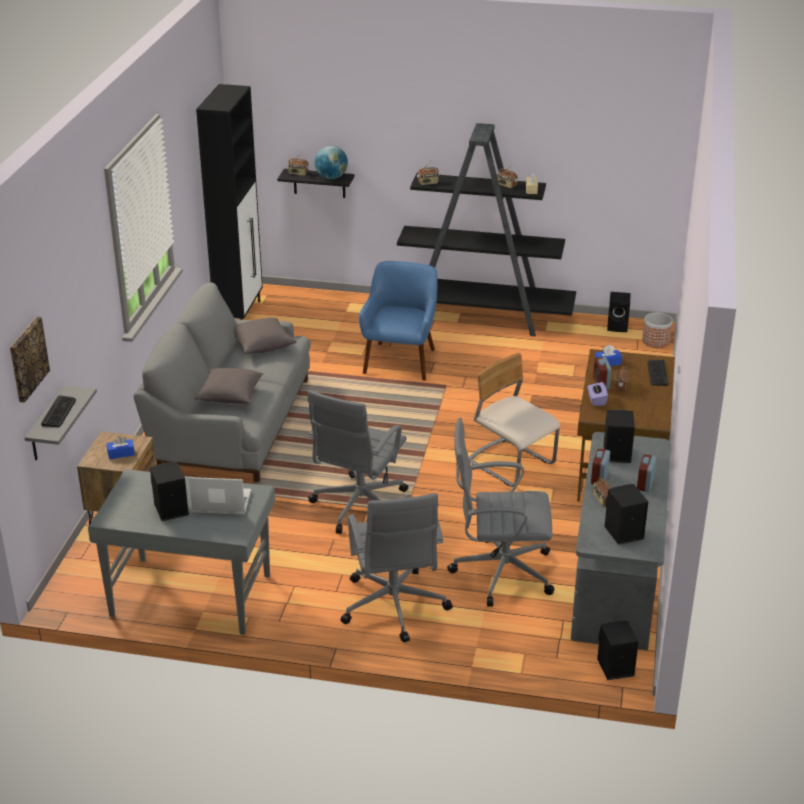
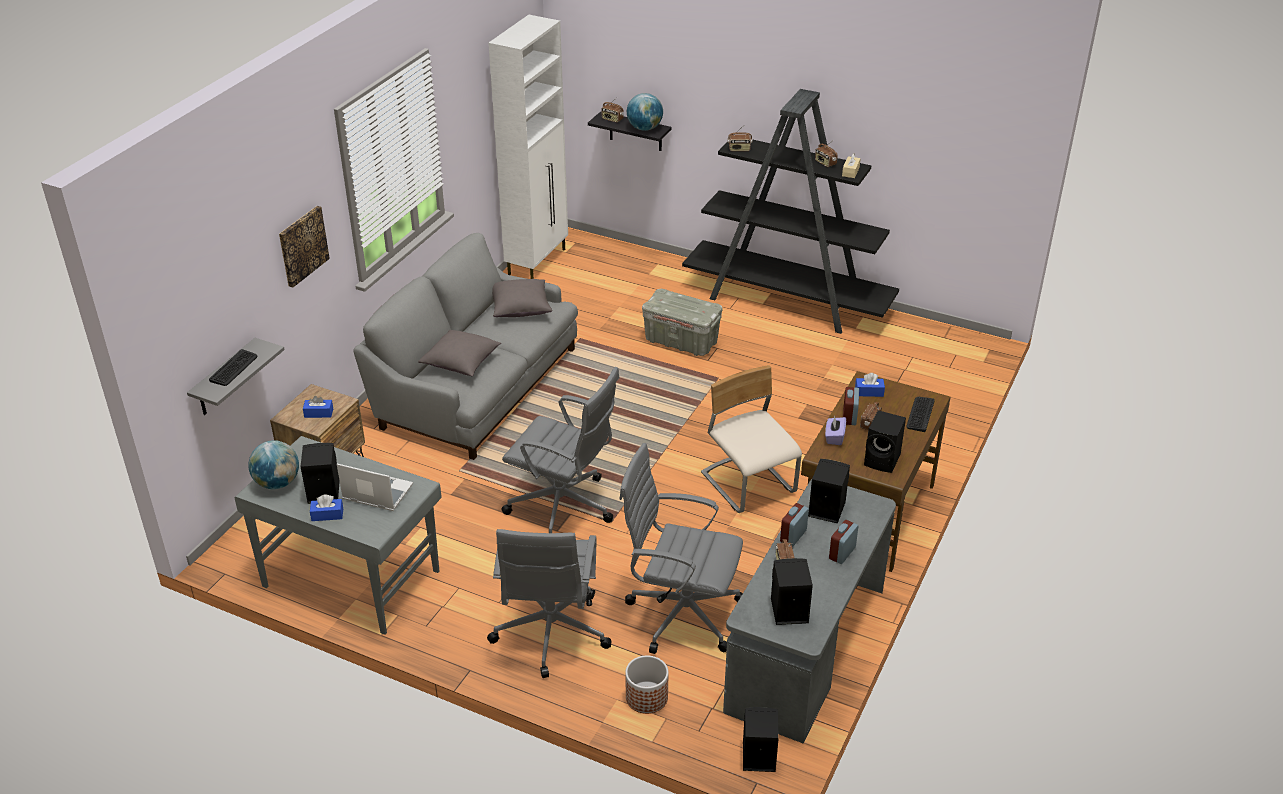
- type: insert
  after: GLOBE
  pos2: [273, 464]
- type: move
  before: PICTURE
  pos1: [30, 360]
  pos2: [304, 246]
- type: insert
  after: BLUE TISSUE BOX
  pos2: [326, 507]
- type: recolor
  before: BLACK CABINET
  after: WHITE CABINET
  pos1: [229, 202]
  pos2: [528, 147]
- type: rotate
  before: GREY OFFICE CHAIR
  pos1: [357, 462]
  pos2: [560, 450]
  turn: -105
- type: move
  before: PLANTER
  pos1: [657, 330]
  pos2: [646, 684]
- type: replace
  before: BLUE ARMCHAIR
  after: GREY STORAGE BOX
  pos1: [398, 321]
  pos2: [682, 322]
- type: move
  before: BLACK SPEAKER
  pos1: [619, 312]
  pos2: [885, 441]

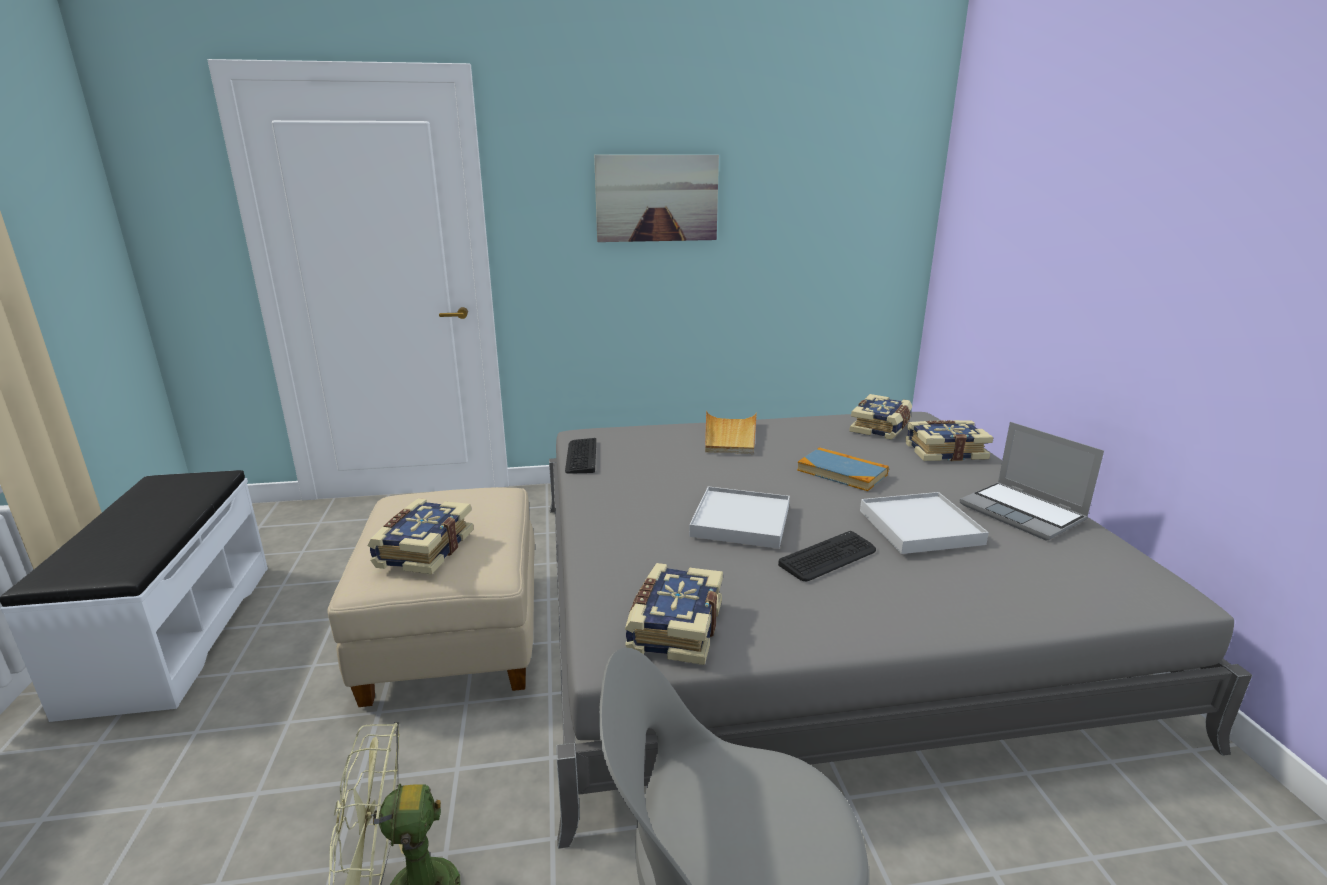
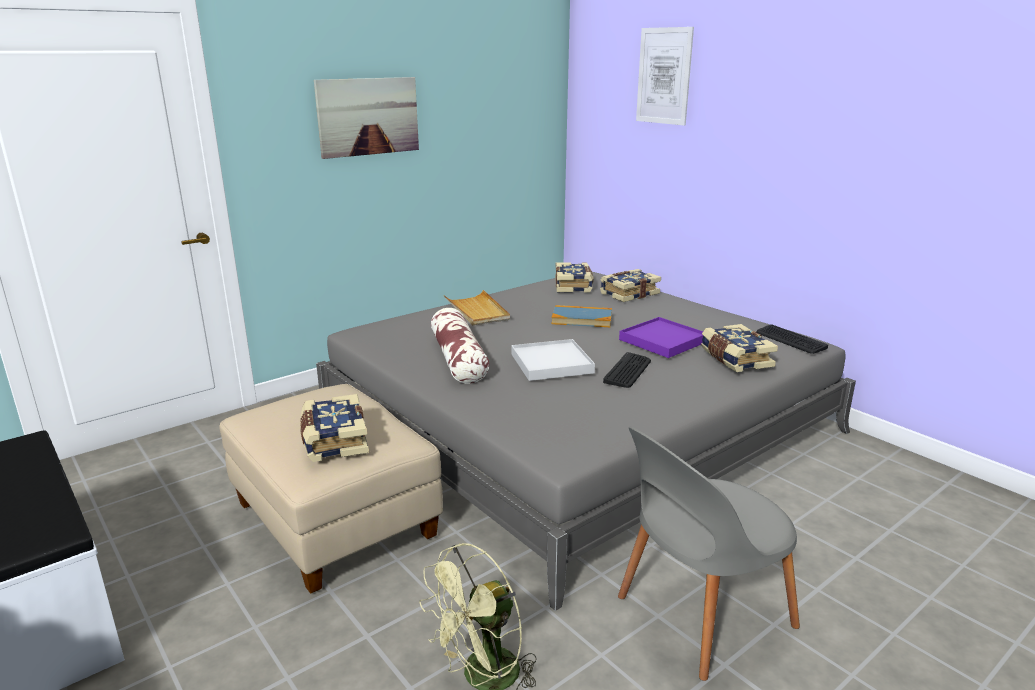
- type: insert
  after: PILLOW
  pos2: [460, 345]
- type: recolor
  before: WHITE TRAY
  after: PURPLE TRAY
  pos1: [924, 523]
  pos2: [661, 337]
- type: insert
  after: PICTURE
  pos2: [665, 76]
- type: move
  before: BOOK
  pos1: [674, 614]
  pos2: [739, 348]
- type: move
  before: KEYBOARD
  pos1: [580, 456]
  pos2: [792, 339]
- type: delete
  before: LAPTOP
  pos1: [1031, 481]

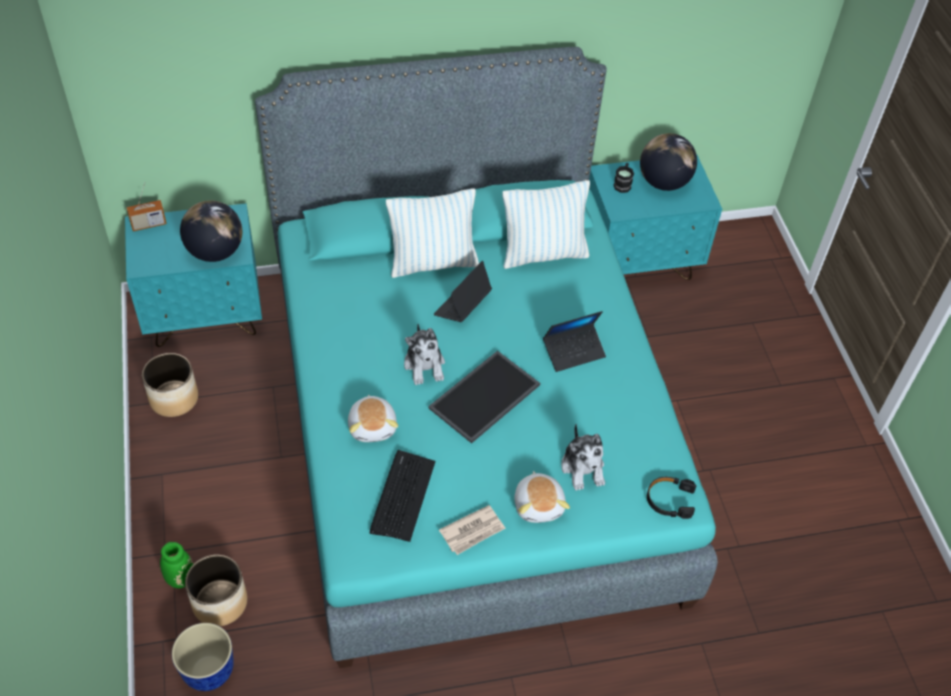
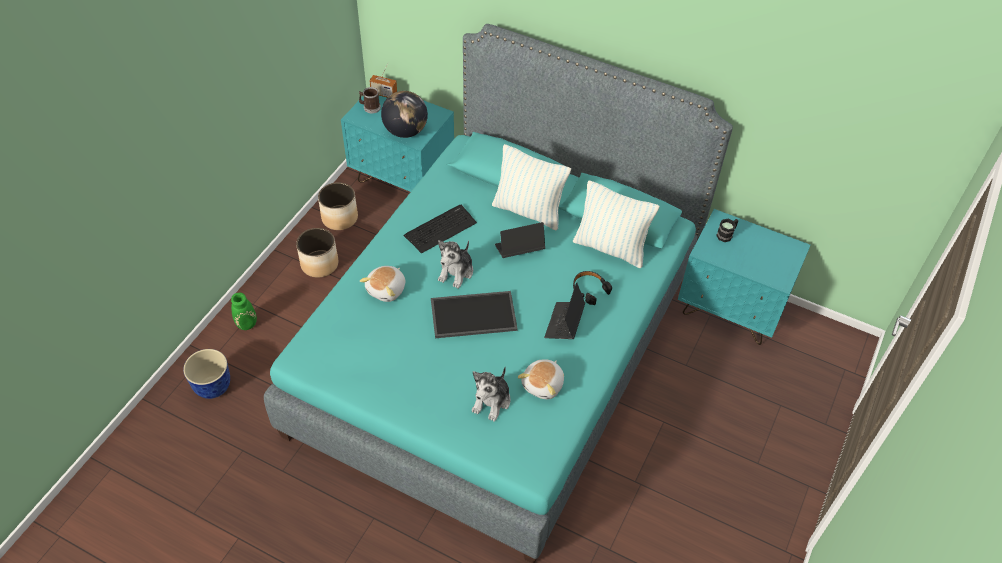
- type: move
  before: PLANTER
  pos1: [216, 590]
  pos2: [317, 253]
- type: insert
  after: MUG
  pos2: [370, 100]
- type: move
  before: KEYBOARD
  pos1: [402, 496]
  pos2: [440, 229]
- type: move
  before: PLUSH TOY
  pos1: [542, 497]
  pos2: [541, 379]
- type: rotate
  before: LAPTOP
  pos1: [574, 341]
  pos2: [564, 310]
  turn: 90
- type: move
  before: BLACK HEADPHONES
  pos1: [671, 498]
  pos2: [592, 288]
- type: delete
  before: NEWSPAPER
  pos1: [472, 530]
- type: delete
  before: GLOBE
  pos1: [668, 162]

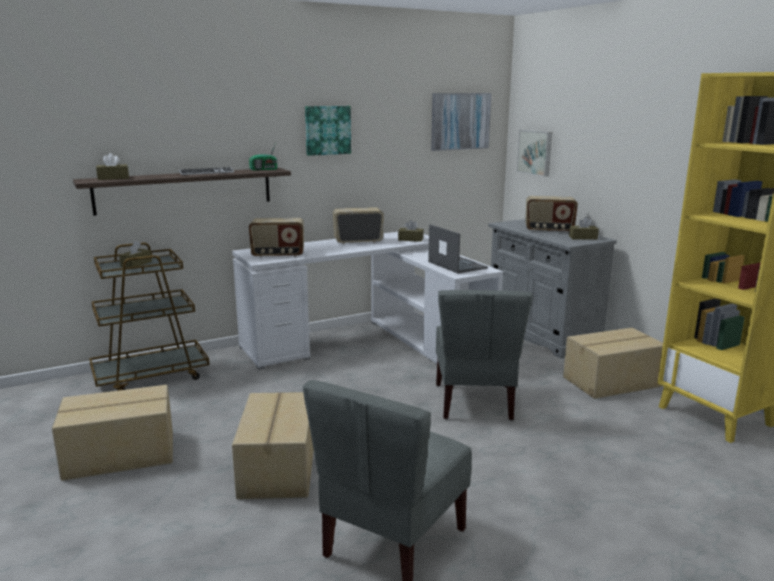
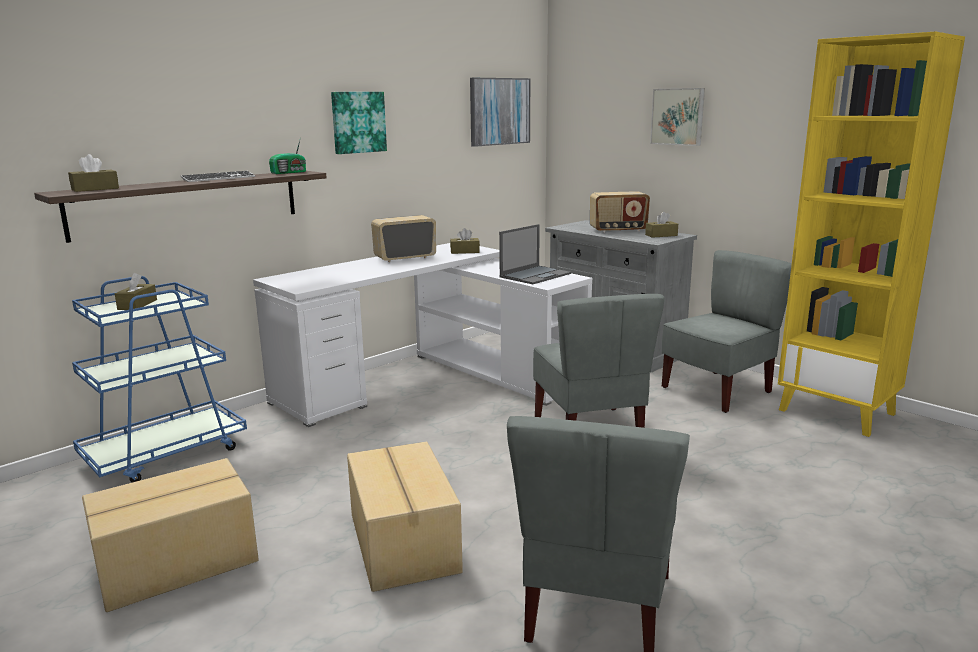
- type: recolor
  before: BROWN CART
  after: BLUE CART
  pos1: [149, 317]
  pos2: [159, 379]
- type: rotate
  before: LAPTOP
  pos1: [458, 249]
  pos2: [535, 254]
  turn: 90
- type: move
  before: PICTURE
  pos1: [534, 153]
  pos2: [677, 117]
- type: replace
  before: CARDBOARD BOX
  after: GREY CHAIR
  pos1: [613, 363]
  pos2: [727, 331]
- type: delete
  before: RADIO
  pos1: [276, 238]

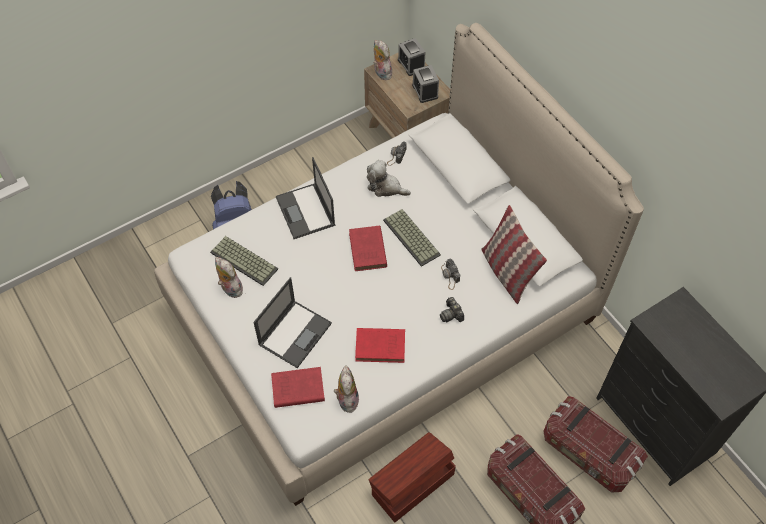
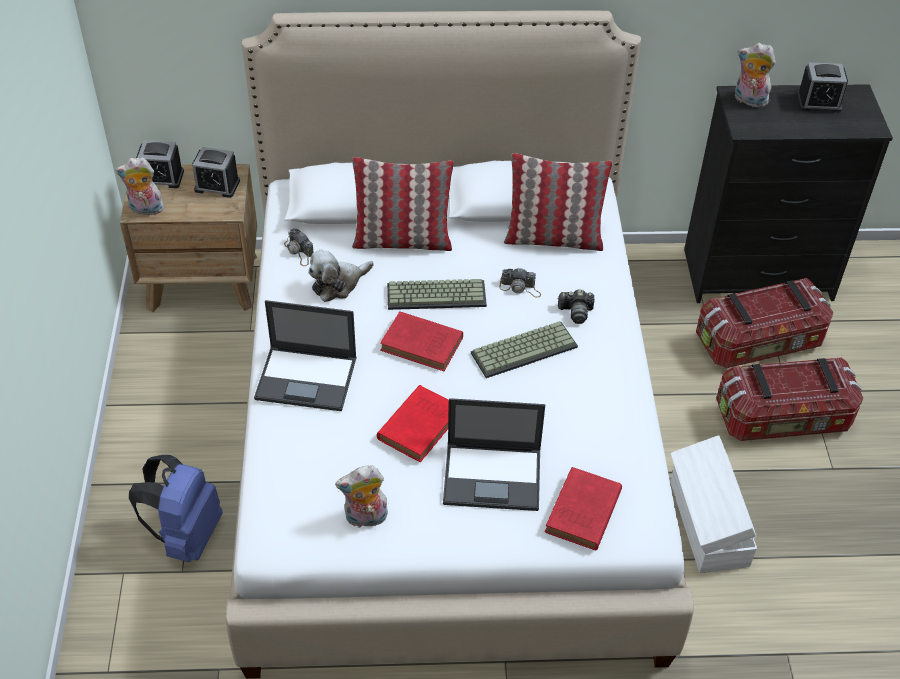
- type: insert
  after: PILLOW
  pos2: [403, 204]
- type: move
  before: RED BOOK
  pos1: [380, 345]
  pos2: [413, 423]
- type: rotate
  before: LAPTOP
  pos1: [292, 322]
  pos2: [494, 454]
  turn: 120
- type: move
  before: KEYBOARD
  pos1: [244, 261]
  pos2: [524, 349]
- type: recolor
  before: BROWN STORAGE BOX
  after: WHITE STORAGE BOX
  pos1: [412, 477]
  pos2: [713, 504]
- type: move
  before: PLUSH TOY
  pos1: [346, 389]
  pos2: [755, 75]
- type: insert
  after: ALARM CLOCK
  pos2: [822, 87]

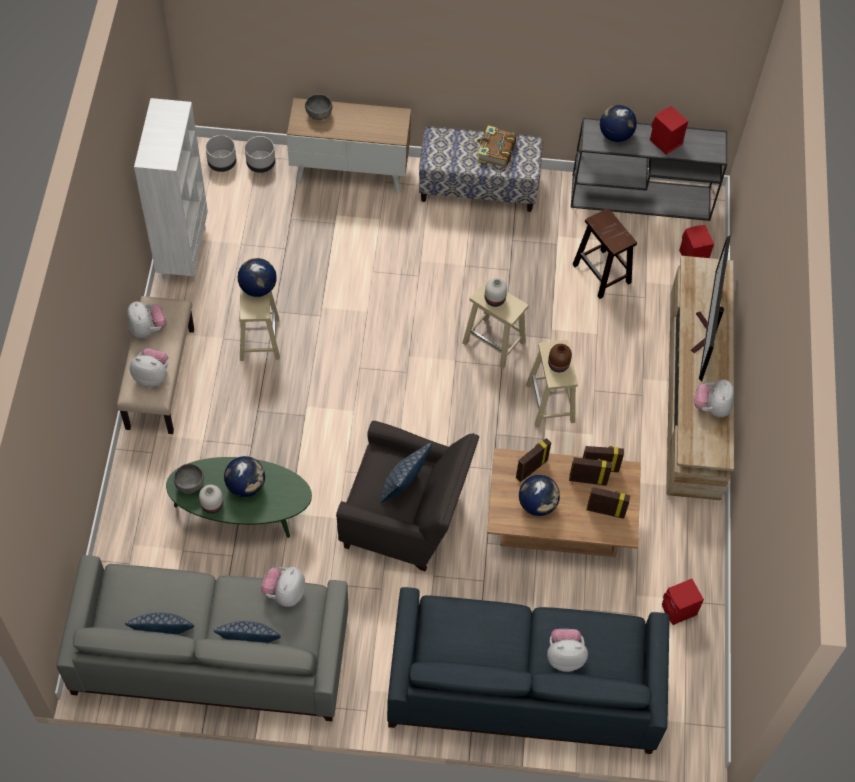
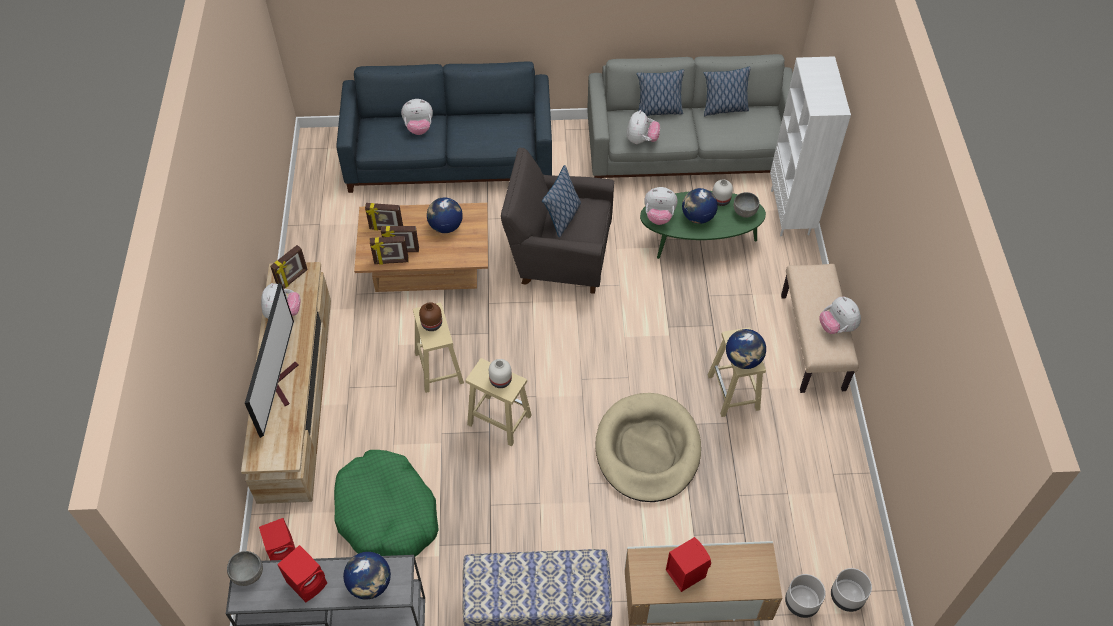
- type: move
  before: GREY BOWL
  pos1: [318, 107]
  pos2: [245, 568]
- type: move
  before: PICTURE FRAME
  pos1: [533, 460]
  pos2: [289, 267]
- type: replace
  before: BROWN STOOL
  after: GREEN DOG BED
  pos1: [604, 253]
  pos2: [386, 503]
- type: insert
  after: BEIGE DOG BED
  pos2: [648, 447]
- type: move
  before: PLUSH TOY
  pos1: [149, 367]
  pos2: [661, 206]
- type: move
  before: RED SPEAKER
  pos1: [683, 602]
  pos2: [688, 564]
- type: move
  before: WHITE BOOKCASE
  pos1: [171, 190]
  pos2: [810, 146]
- type: delete
  before: BOOK
  pos1: [496, 146]

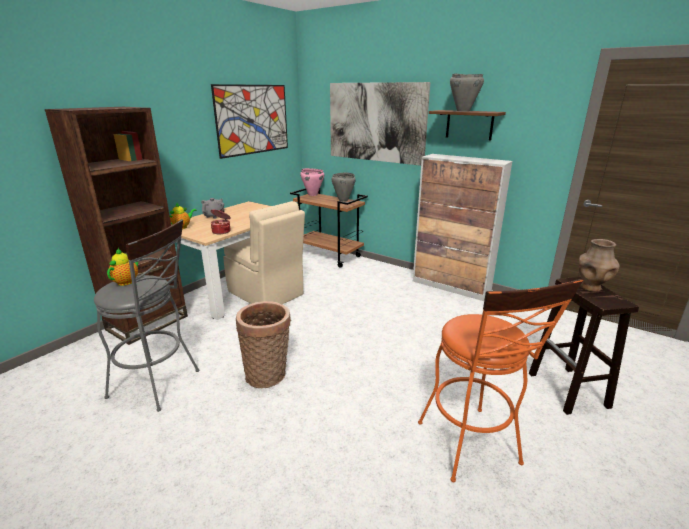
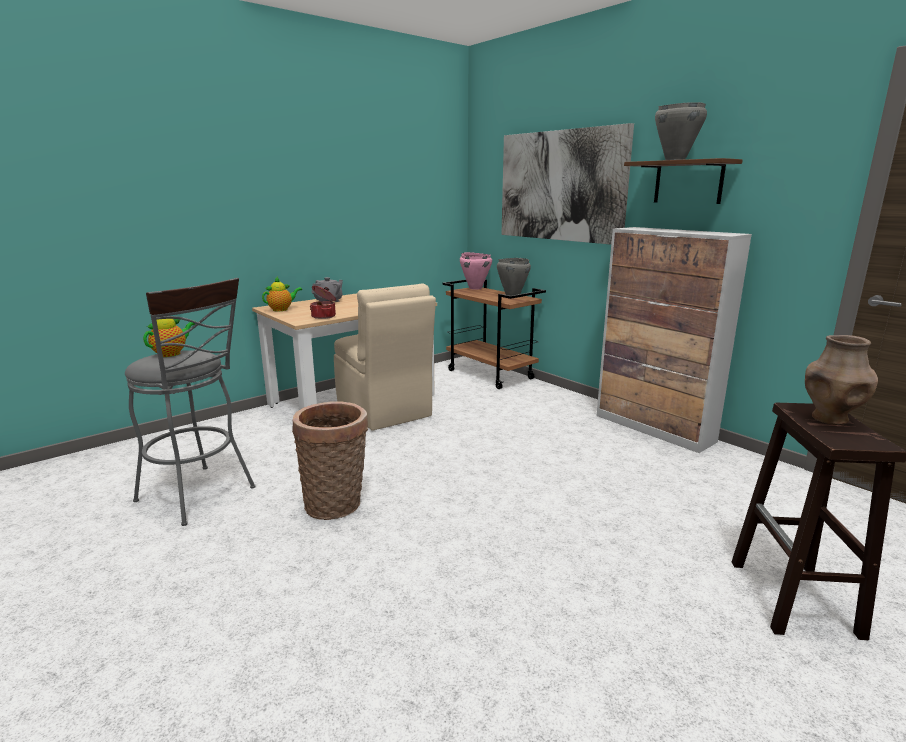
- type: delete
  before: BROWN BOOKCASE
  pos1: [116, 226]
- type: delete
  before: PICTURE
  pos1: [249, 121]
- type: delete
  before: ORANGE STOOL
  pos1: [500, 380]

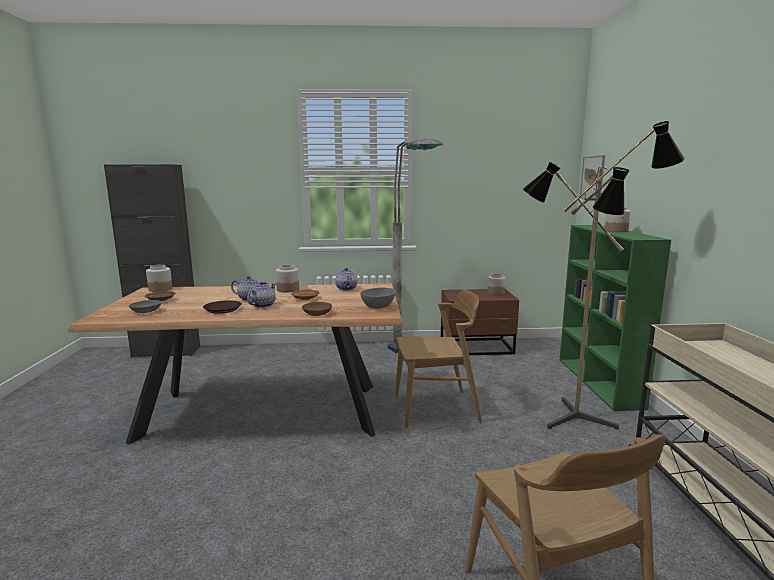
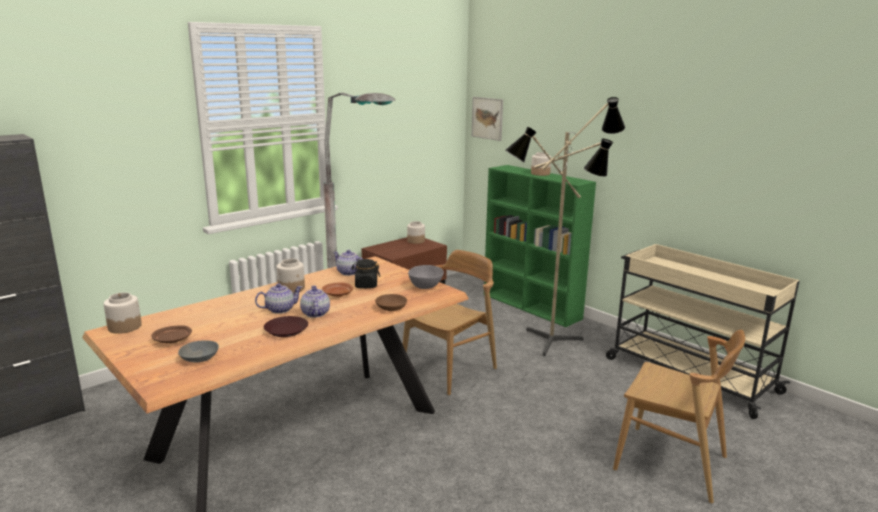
- type: insert
  after: BLACK JAR
  pos2: [365, 273]

